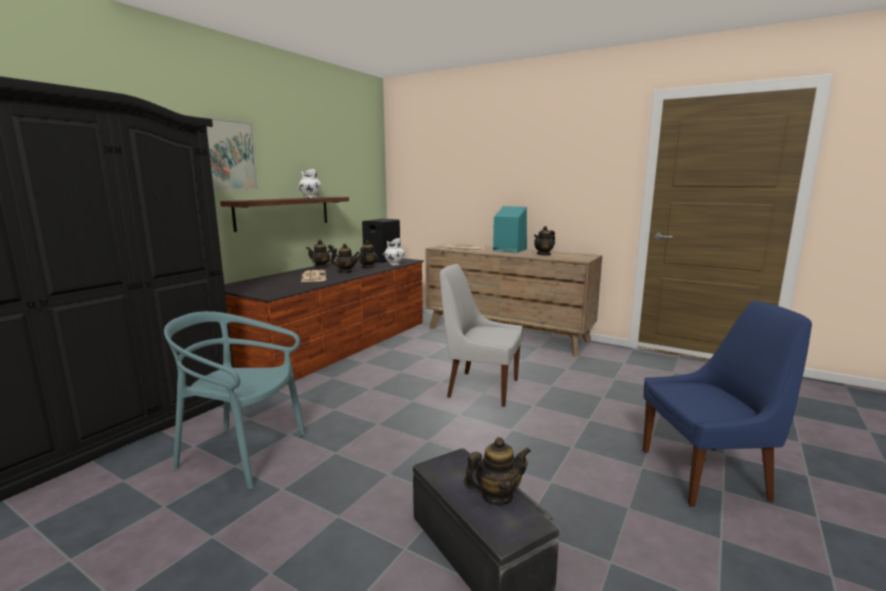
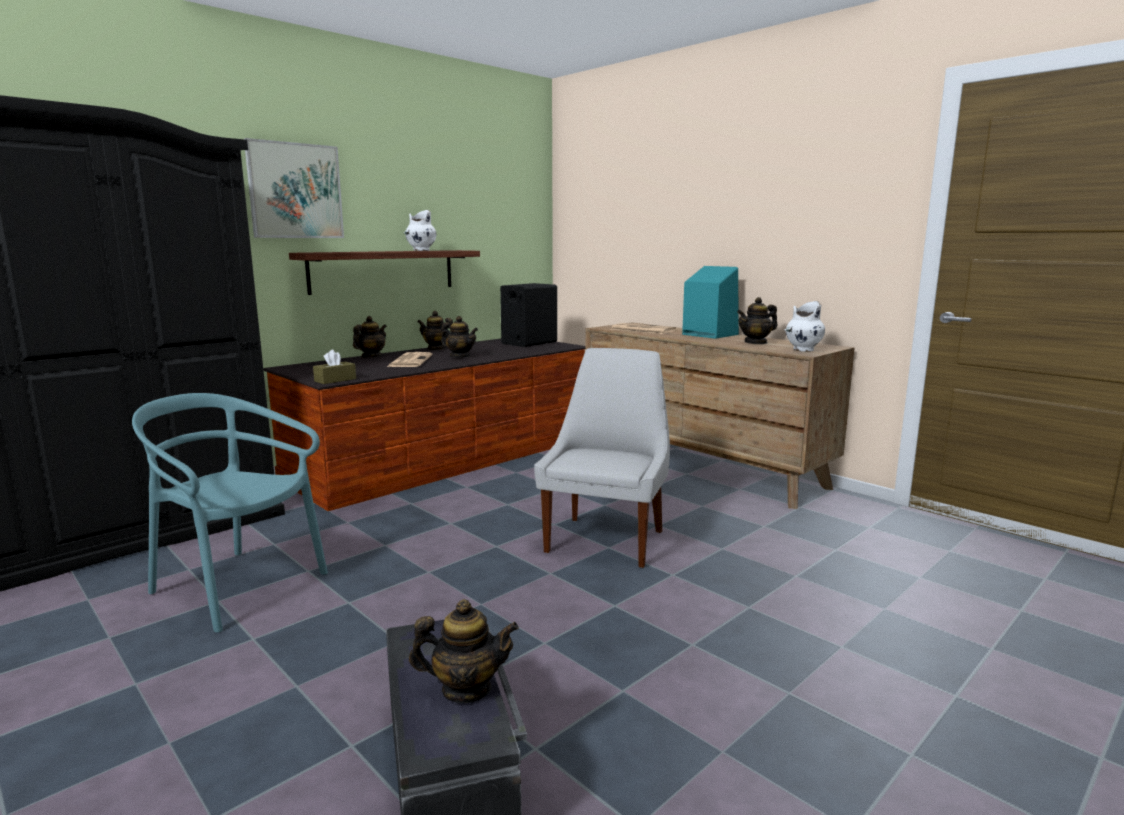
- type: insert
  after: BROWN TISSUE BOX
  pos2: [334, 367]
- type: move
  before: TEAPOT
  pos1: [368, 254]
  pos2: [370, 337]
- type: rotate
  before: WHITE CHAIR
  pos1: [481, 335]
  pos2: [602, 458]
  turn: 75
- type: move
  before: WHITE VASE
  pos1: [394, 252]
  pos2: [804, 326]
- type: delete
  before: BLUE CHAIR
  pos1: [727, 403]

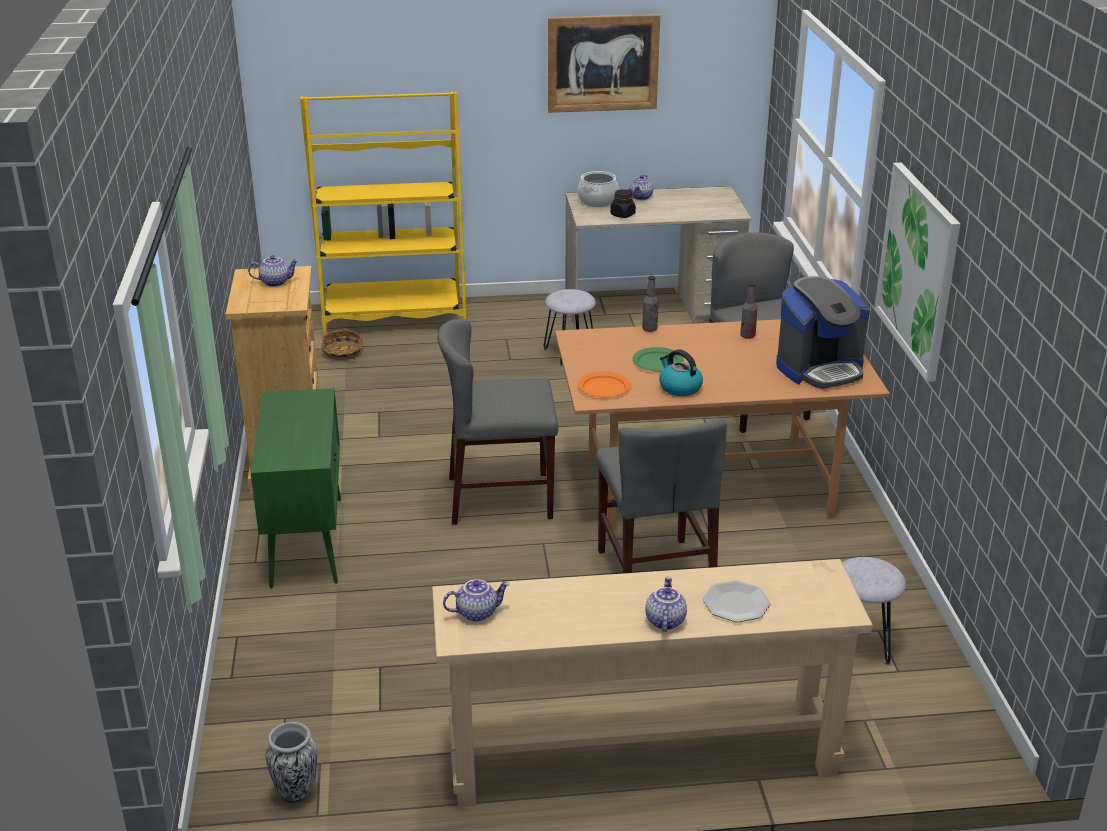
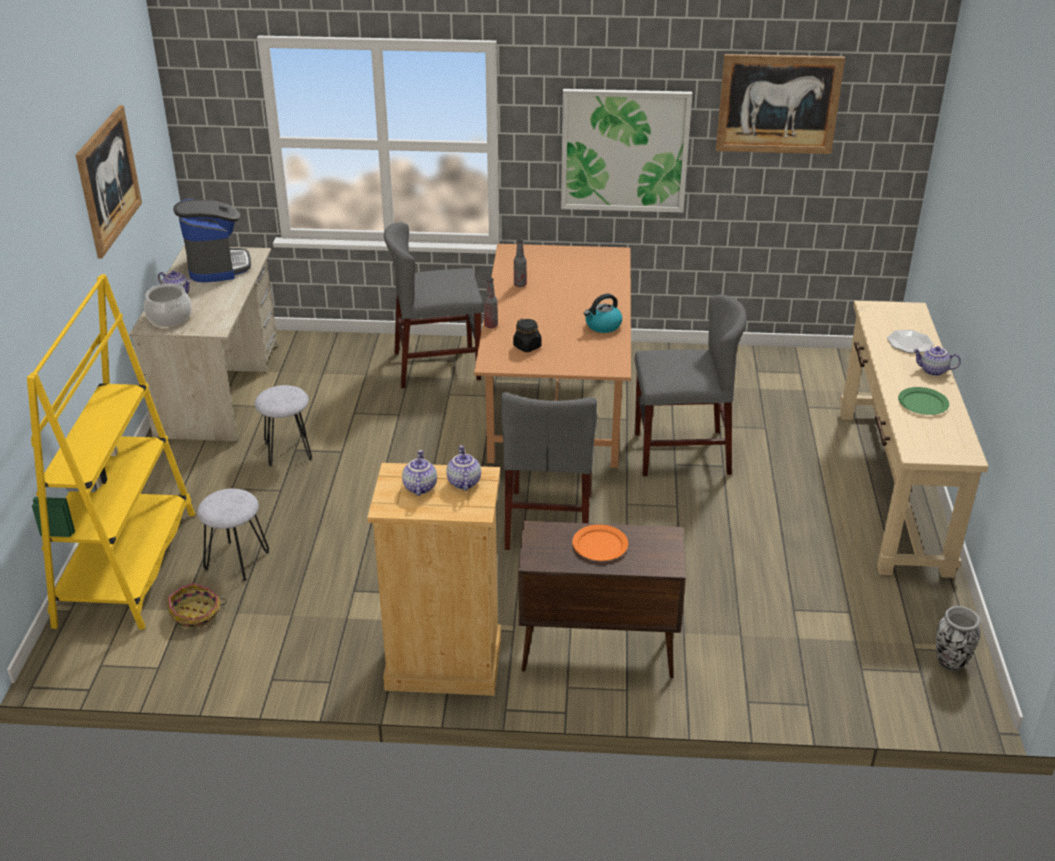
- type: move
  before: COFFEE MACHINE
  pos1: [823, 332]
  pos2: [212, 241]
- type: move
  before: GREY STOOL
  pos1: [874, 611]
  pos2: [233, 534]
- type: move
  before: TEAPOT
  pos1: [476, 600]
  pos2: [463, 468]
- type: move
  before: BLACK JAR
  pos1: [623, 203]
  pos2: [527, 335]
- type: recolor
  before: GREEN CABINET
  after: BROWN CABINET
  pos1: [296, 488]
  pos2: [602, 600]
- type: move
  before: ORANGE PLATE
  pos1: [604, 384]
  pos2: [600, 542]
- type: insert
  after: PICTURE
  pos2: [780, 104]
- type: move
  before: GREEN PLATE
  pos1: [658, 359]
  pos2: [923, 401]

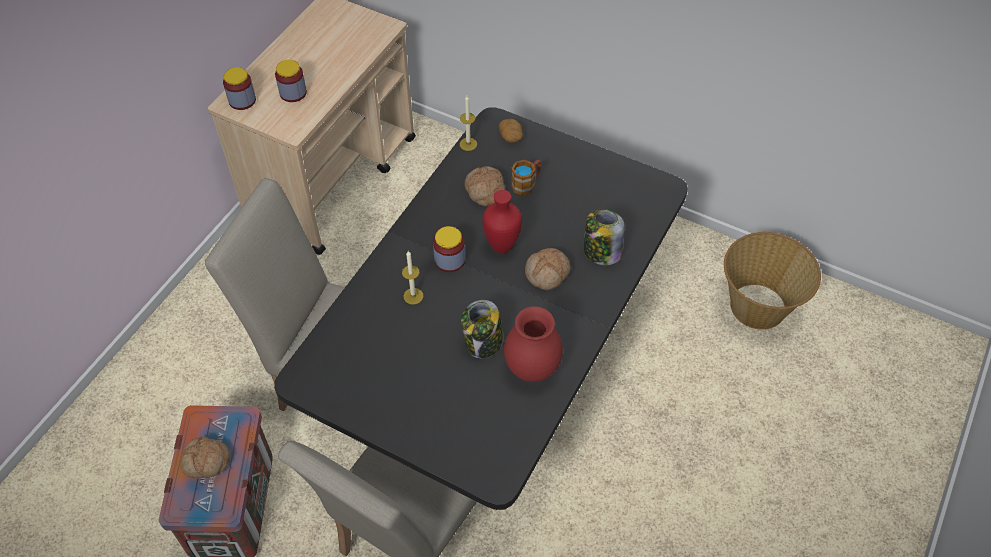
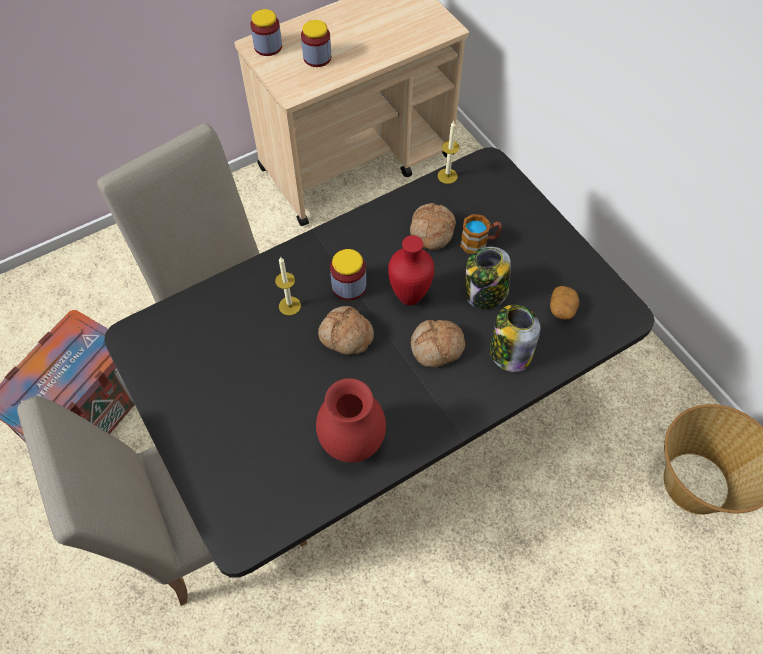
- type: move
  before: BREAD
  pos1: [205, 458]
  pos2: [346, 330]
- type: move
  before: JAR
  pos1: [482, 329]
  pos2: [488, 278]
- type: move
  before: POTATO
  pos1: [511, 131]
  pos2: [564, 303]

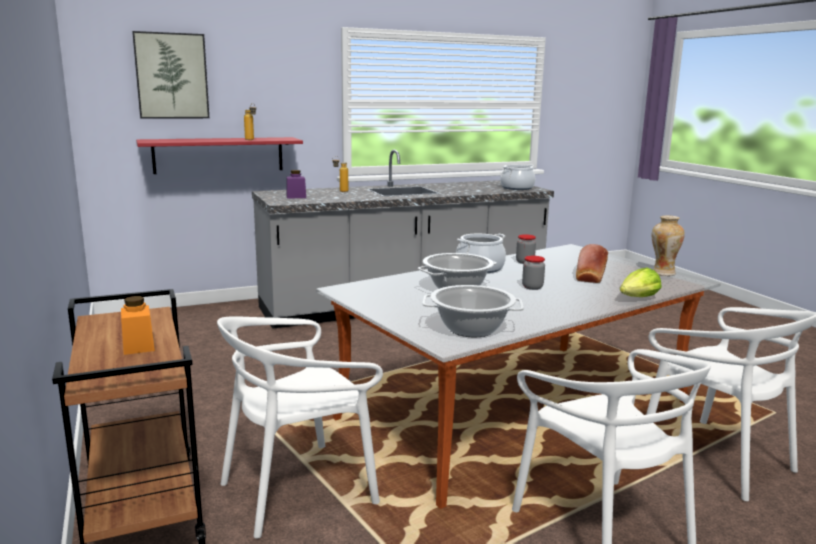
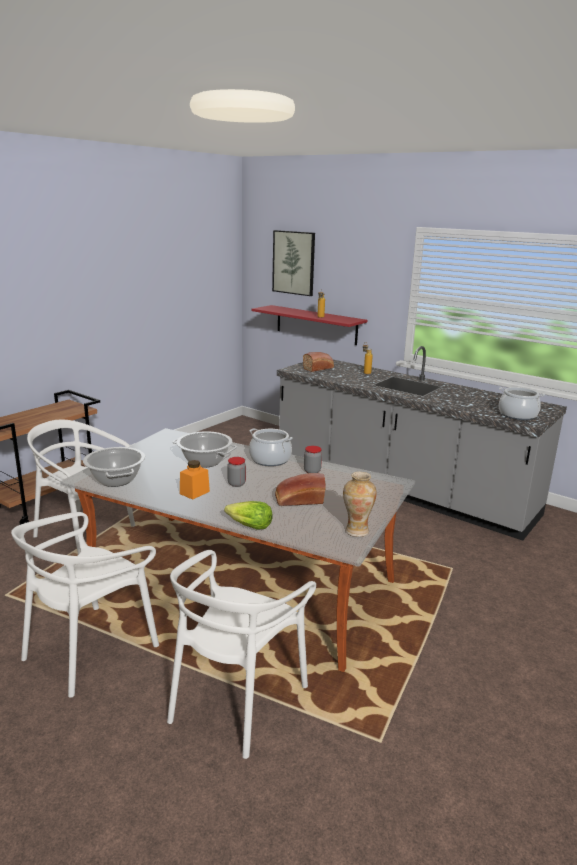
- type: move
  before: ORANGE JAR
  pos1: [138, 325]
  pos2: [195, 480]
- type: replace
  before: PURPLE JAR
  after: BREAD
  pos1: [296, 184]
  pos2: [318, 362]

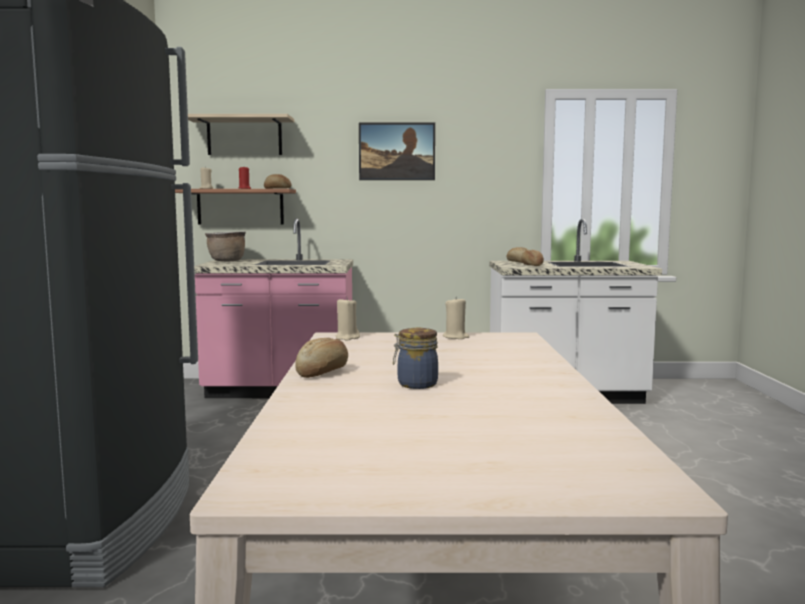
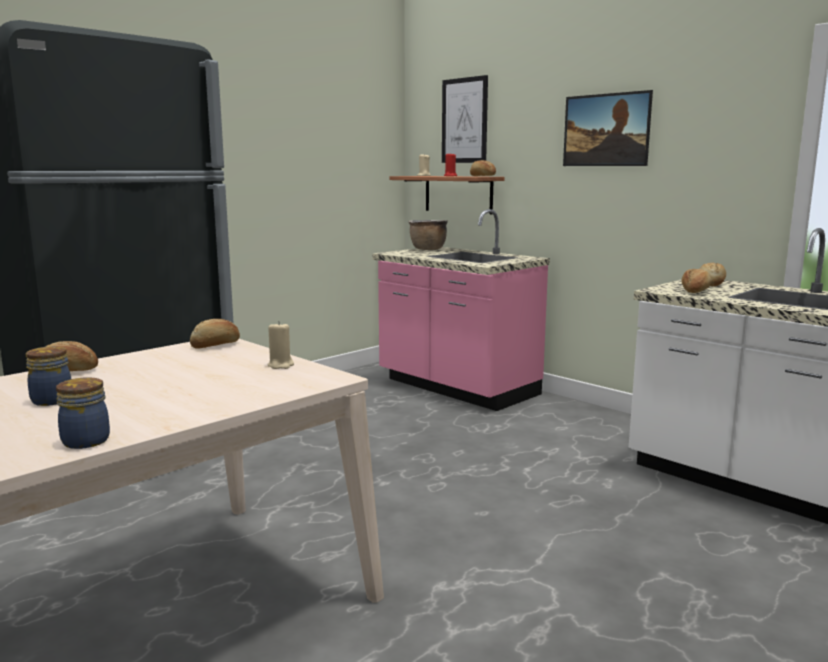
- type: insert
  after: JAR
  pos2: [83, 413]
- type: replace
  before: BEIGE CANDLE
  after: BREAD
  pos1: [348, 319]
  pos2: [215, 334]
- type: replace
  before: SHELF
  after: PICTURE
  pos1: [241, 134]
  pos2: [465, 119]

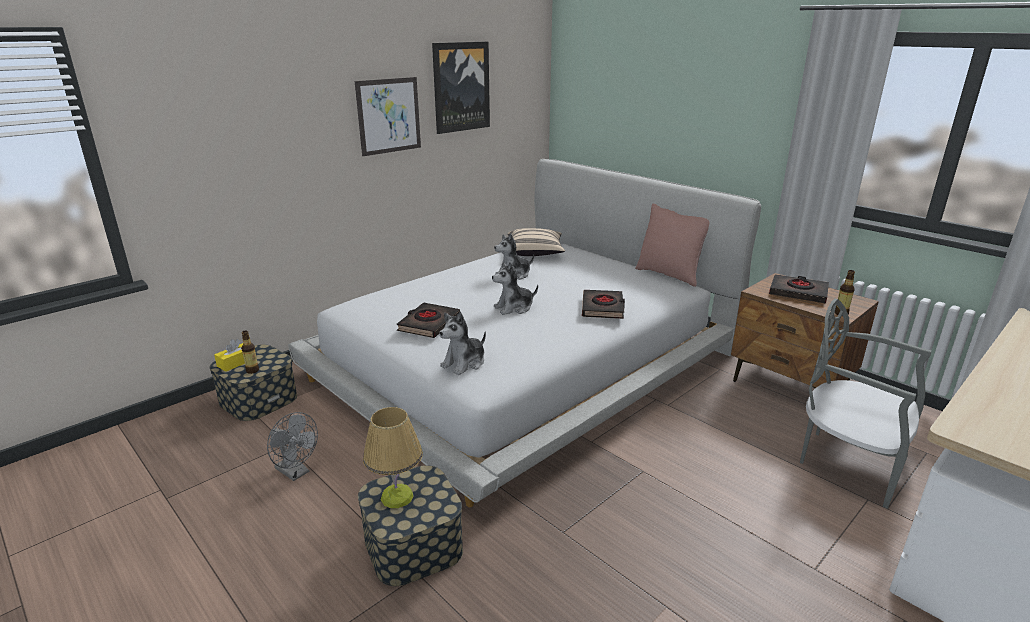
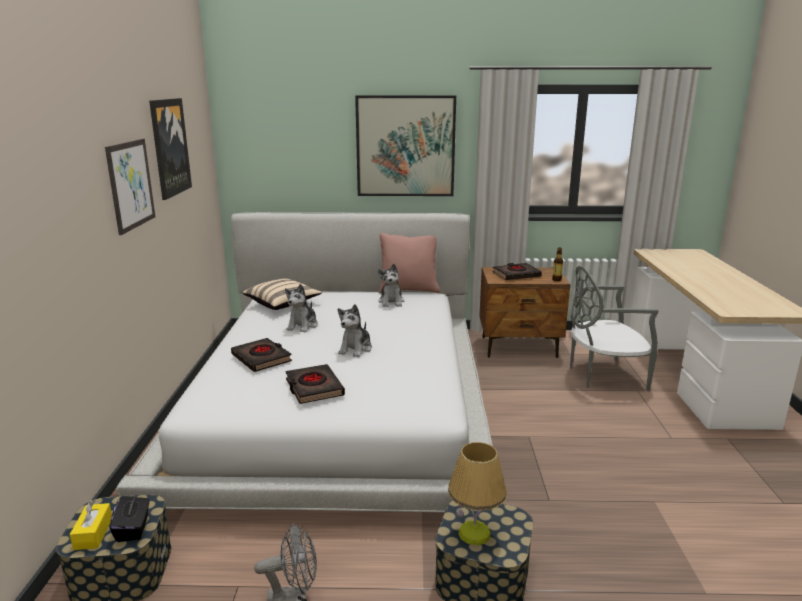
- type: replace
  before: BOTTLE
  after: BLACK TISSUE BOX
  pos1: [250, 352]
  pos2: [129, 518]
- type: move
  before: BLACK BOOK
  pos1: [603, 304]
  pos2: [261, 355]
- type: insert
  after: PICTURE
  pos2: [405, 145]
- type: move
  before: PLUSH TOY
  pos1: [462, 343]
  pos2: [391, 285]

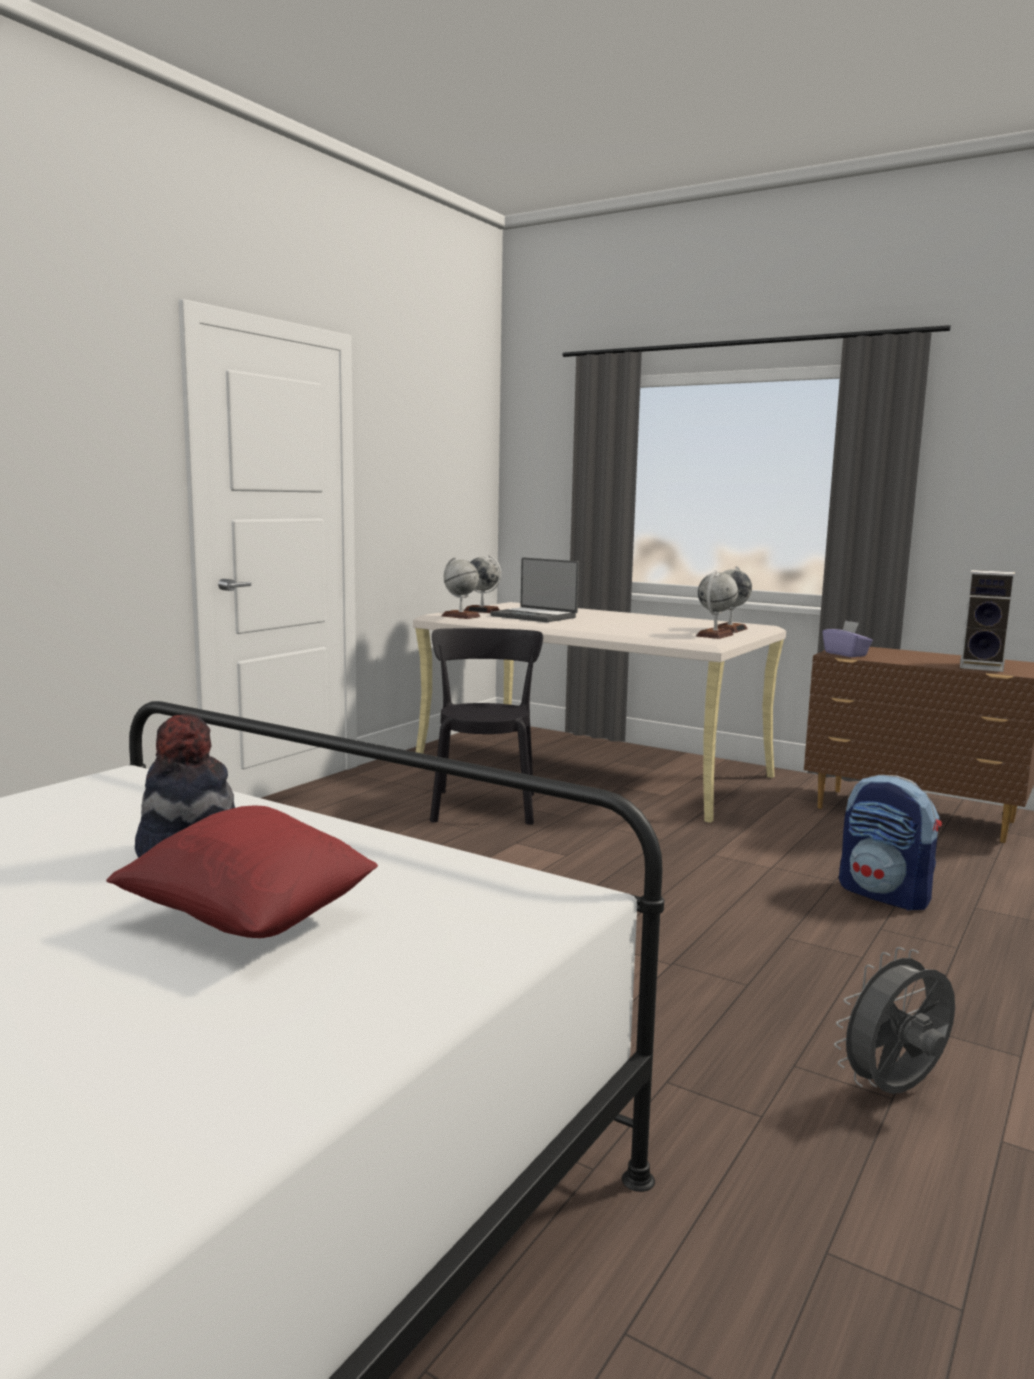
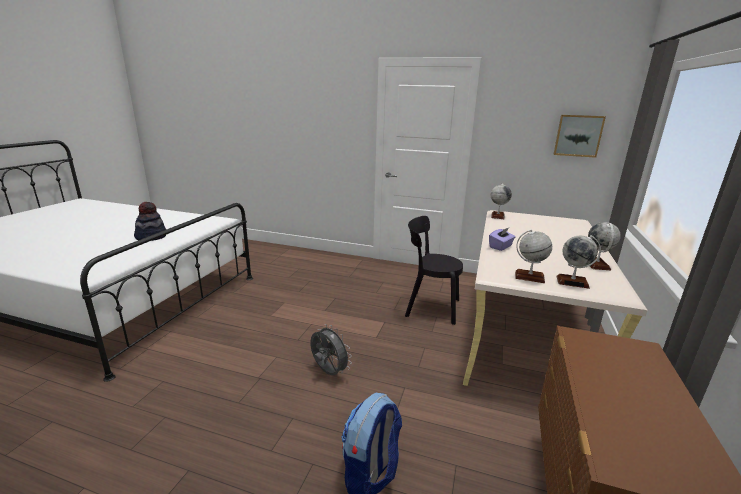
- type: move
  before: GREY FAN
  pos1: [894, 1020]
  pos2: [331, 349]
- type: rotate
  before: BLACK CHAIR
  pos1: [486, 726]
  pos2: [434, 270]
  turn: -150
- type: move
  before: PURPLE TISSUE BOX
  pos1: [847, 638]
  pos2: [502, 239]
- type: insert
  after: PICTURE
  pos2: [580, 136]
- type: move
  before: GLOBE
  pos1: [482, 584]
  pos2: [604, 246]
- type: delete
  before: RED PILLOW
  pos1: [242, 872]
- type: delete
  before: LAPTOP
  pos1: [534, 590]
- type: delete
  before: SPEAKER
  pos1: [987, 621]

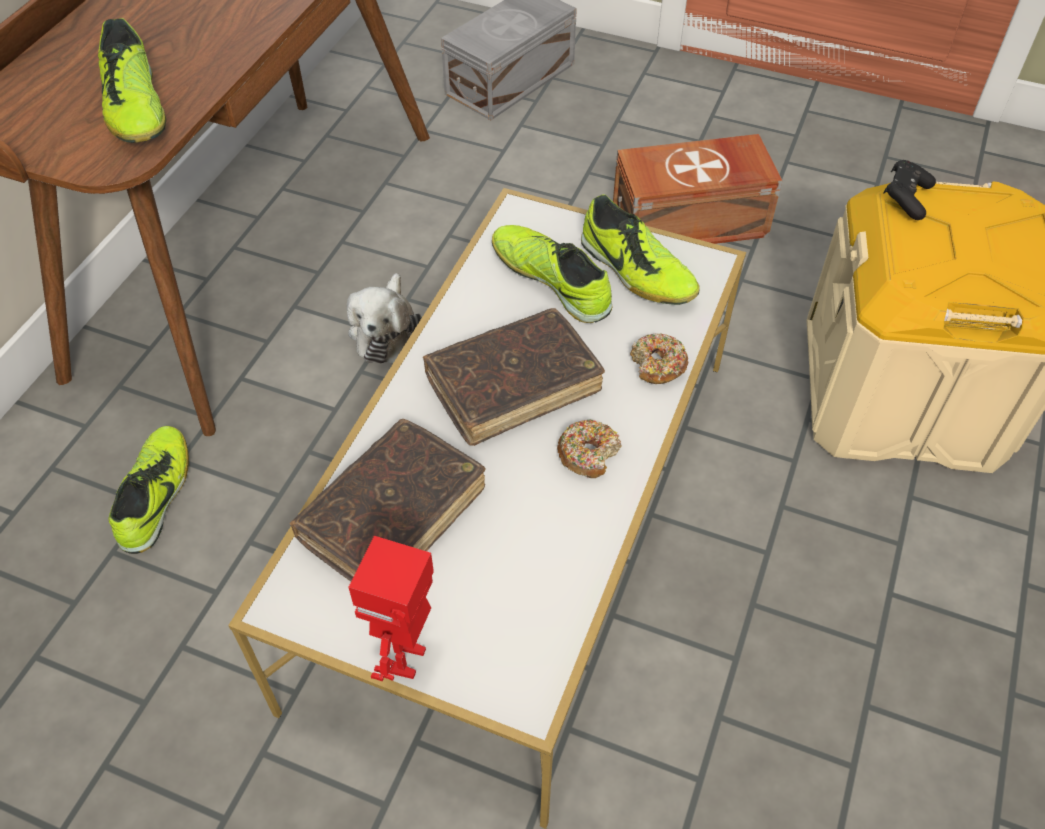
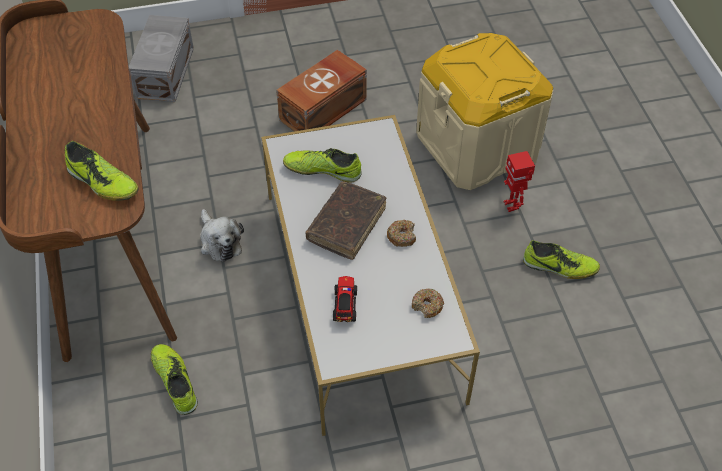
- type: replace
  before: BROWN BOOK
  after: TOY TRUCK
  pos1: [387, 500]
  pos2: [345, 299]
- type: move
  before: DONUT
  pos1: [659, 358]
  pos2: [428, 303]
- type: move
  before: TOY ROBOT
  pos1: [391, 608]
  pos2: [519, 181]
- type: move
  before: SHOE
  pos1: [640, 249]
  pos2: [561, 259]
- type: delete
  before: BLACK GAME CONTROLLER
  pos1: [909, 190]

